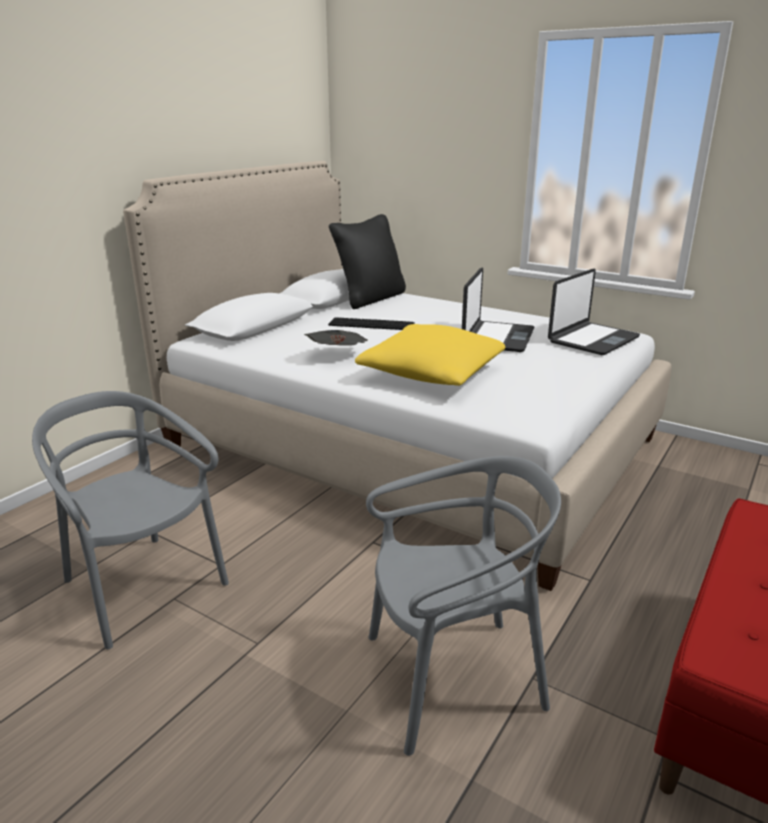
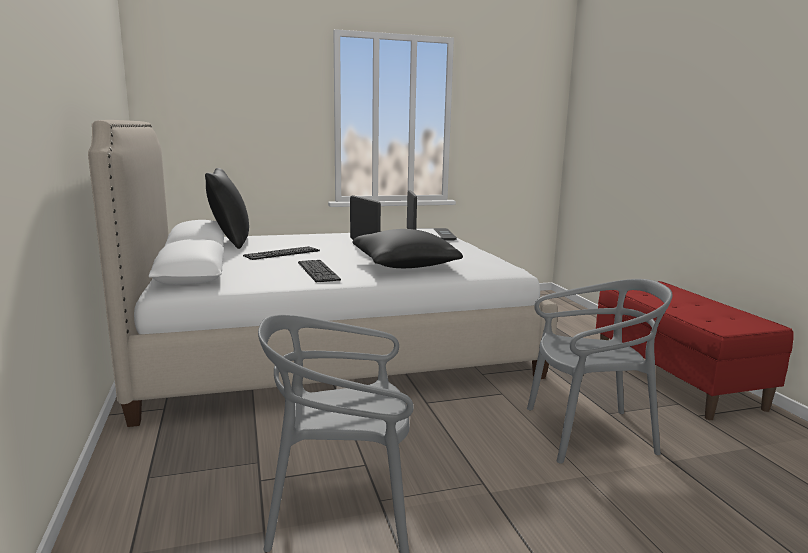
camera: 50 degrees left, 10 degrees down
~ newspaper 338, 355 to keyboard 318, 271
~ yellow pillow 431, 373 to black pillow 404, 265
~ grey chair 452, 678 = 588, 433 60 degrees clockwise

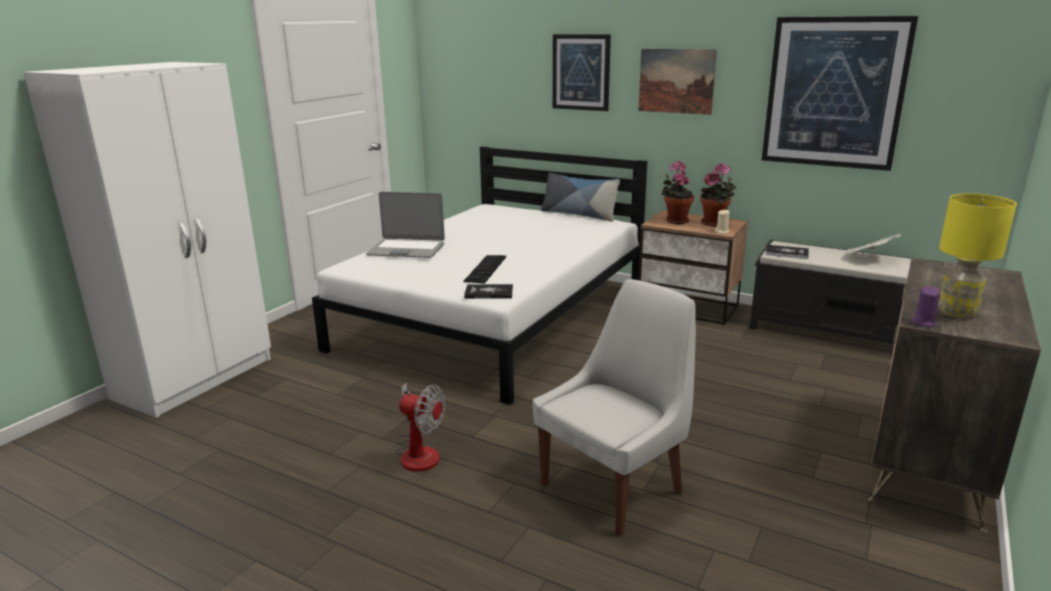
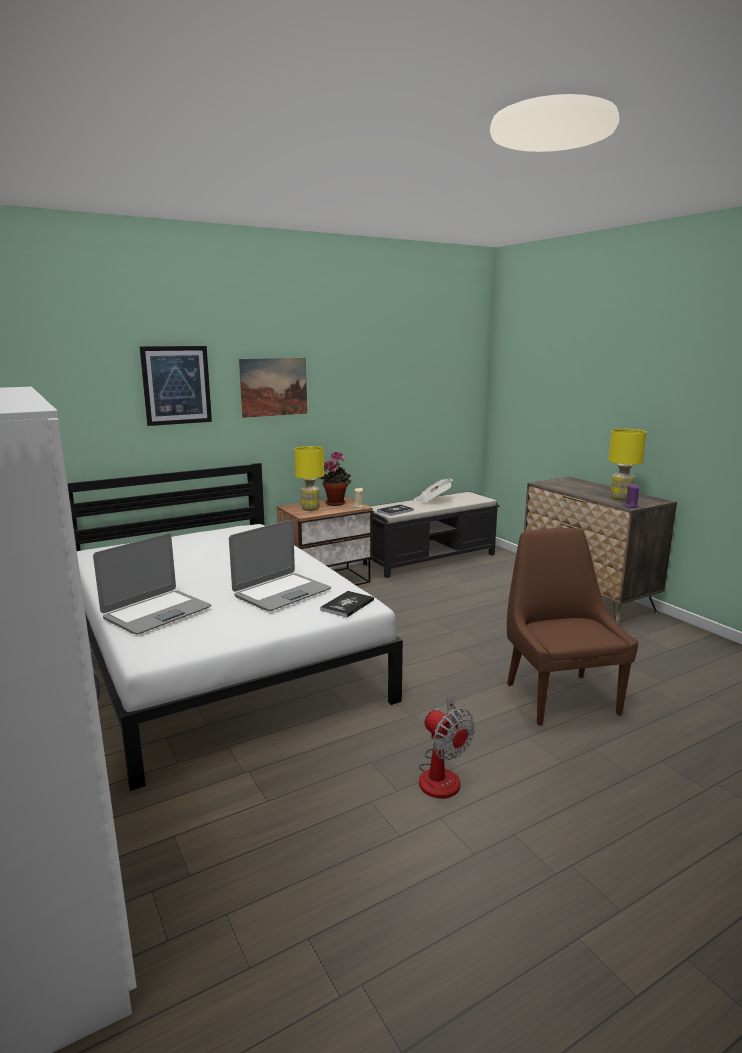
camera: 60 degrees left, 5 degrees down
~ fan 418, 451 = 442, 774 90 degrees clockwise
~ keyboard 485, 268 to laptop 281, 593
~ white chair 615, 486 to brown chair 559, 696
- pillow 579, 214
~ potted plant 675, 220 to yellow table lamp 310, 509
- picture 834, 93

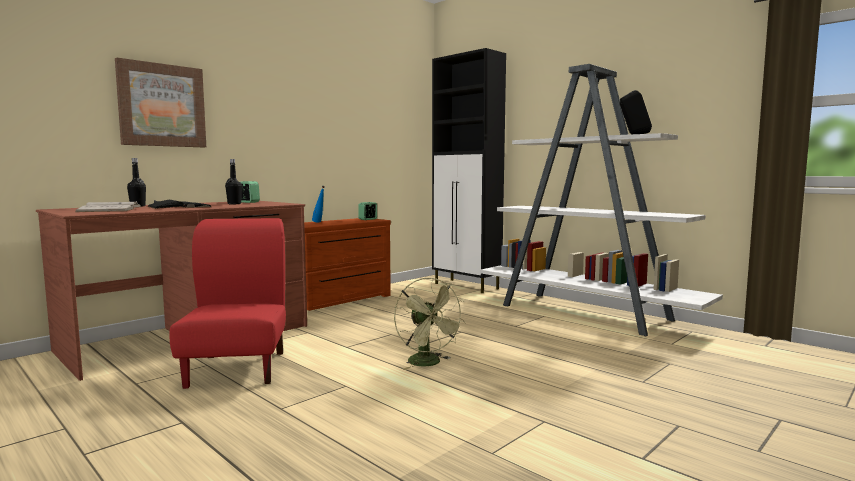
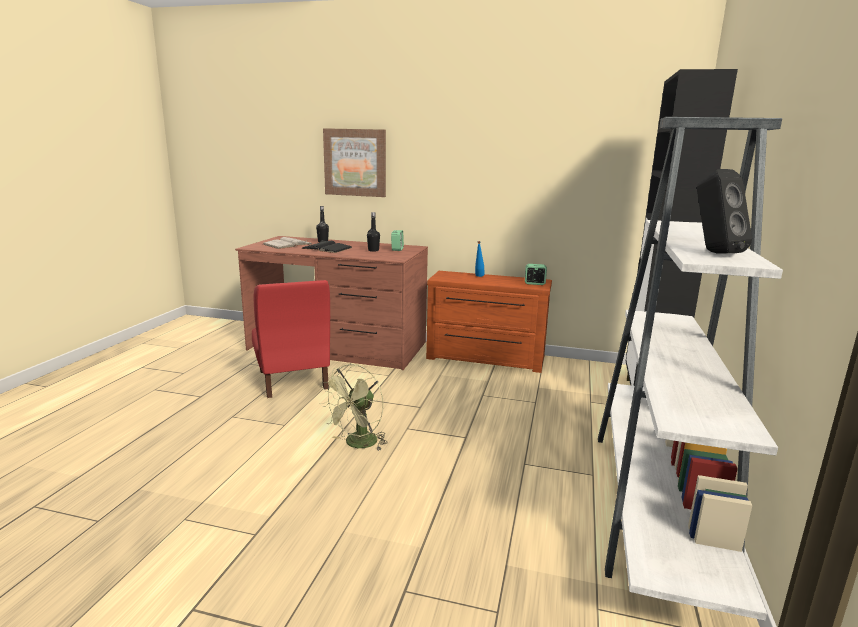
camera: 60 degrees right, 10 degrees up
~ red chair 238, 368 = 293, 380 105 degrees clockwise

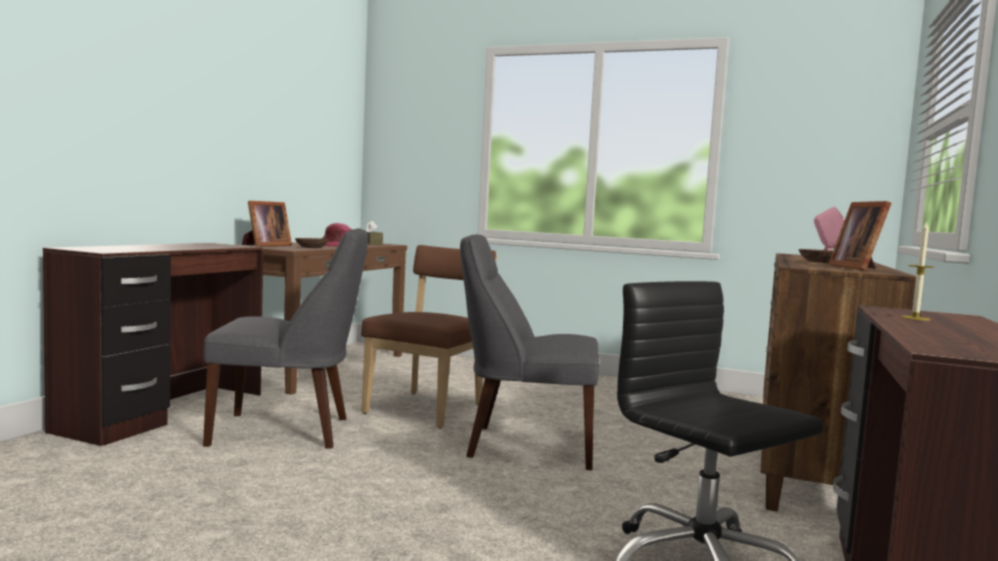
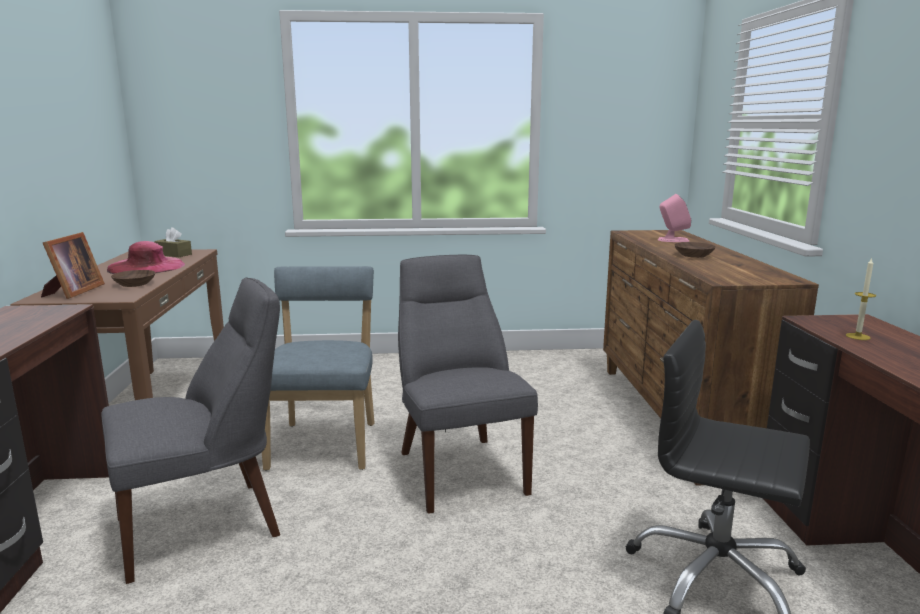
camera: 25 degrees left, 10 degrees up
~ brown chair 428, 408 to blue chair 325, 443
~ grey chair 525, 446 = 459, 469 90 degrees clockwise
- picture frame 859, 268

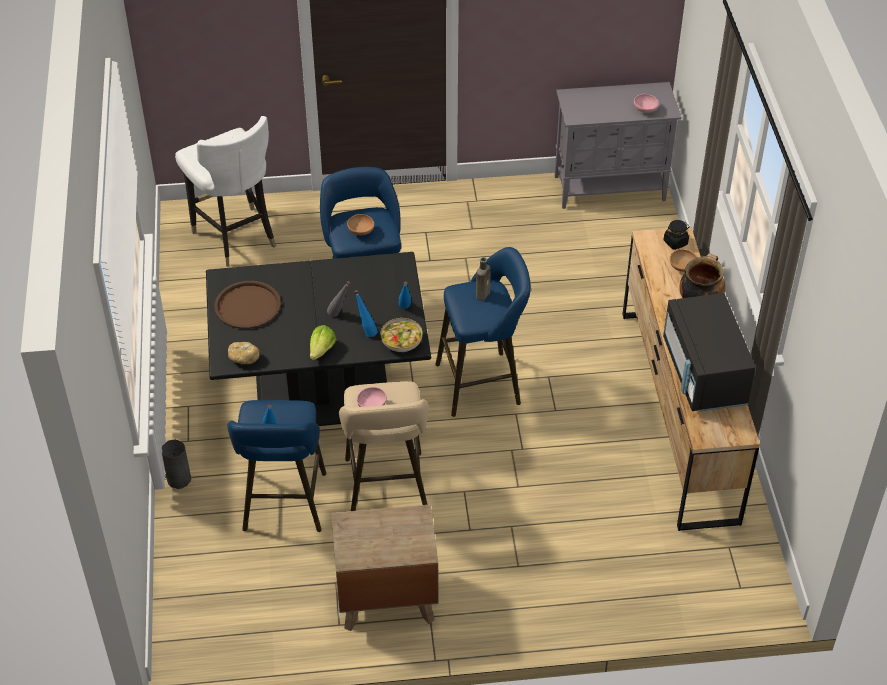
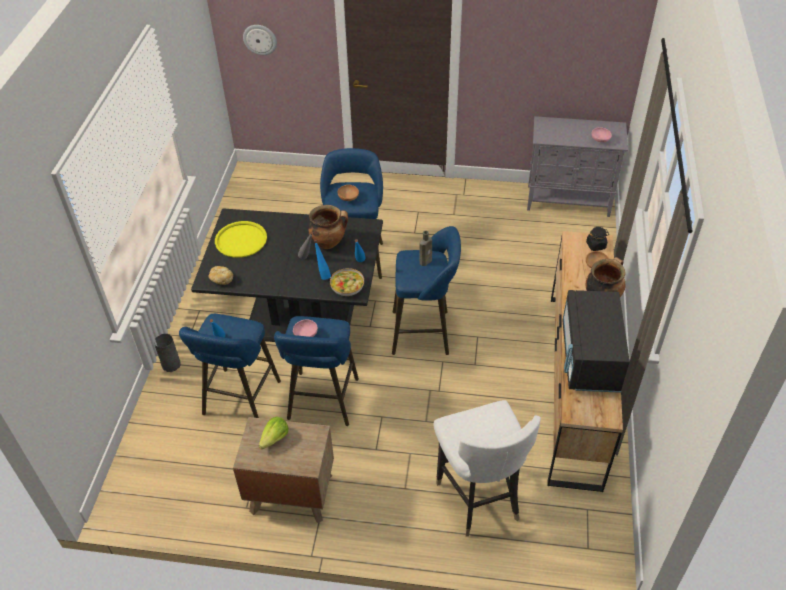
camera: 15 degrees right, 0 degrees up
~ white chair 235, 237 to 478, 498
~ brown tray 247, 306 to yellow tray 241, 240
~ lettuce 322, 350 to 275, 438
~ beige stool 386, 488 to blue stool 322, 402
+ wall clock 260, 39
+ cooking pot 329, 243

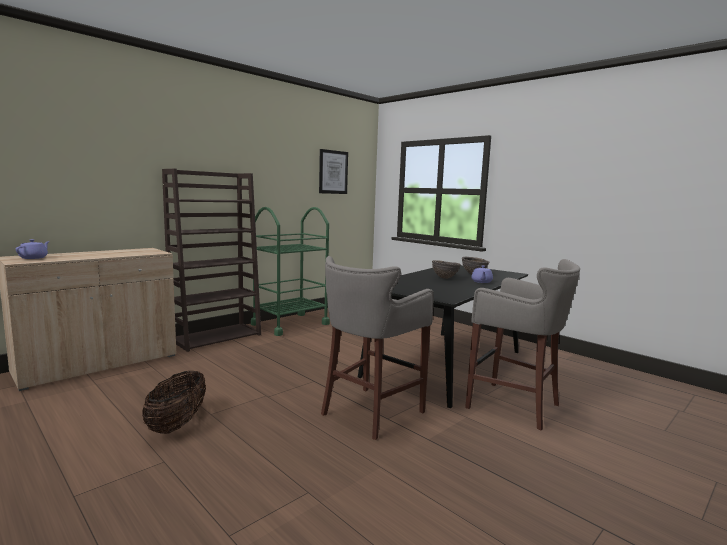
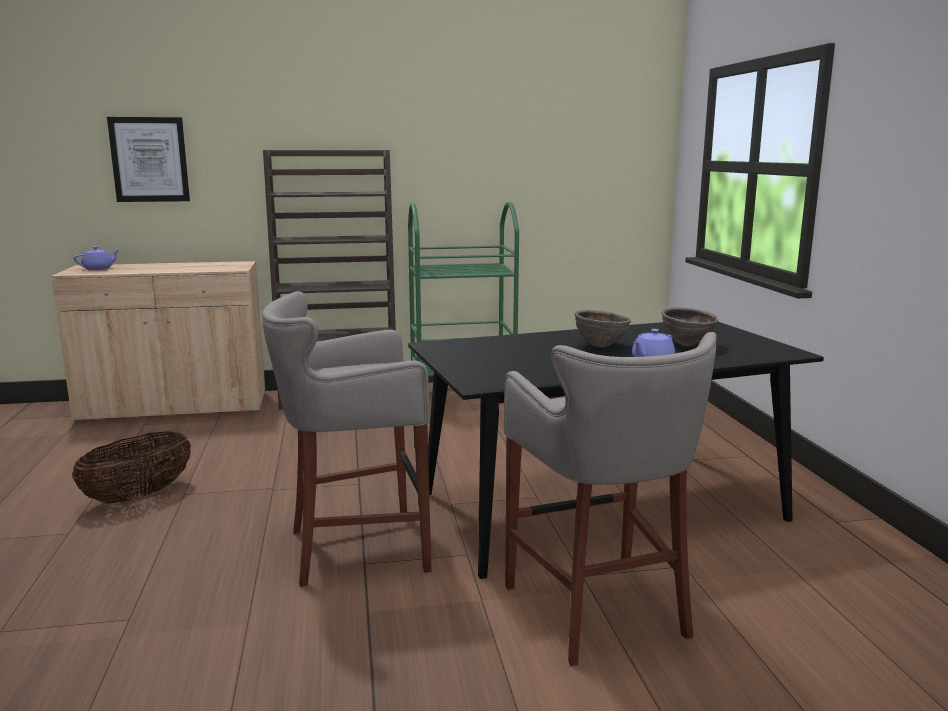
camera: 35 degrees right, 5 degrees up
~ picture 333, 172 to 149, 159

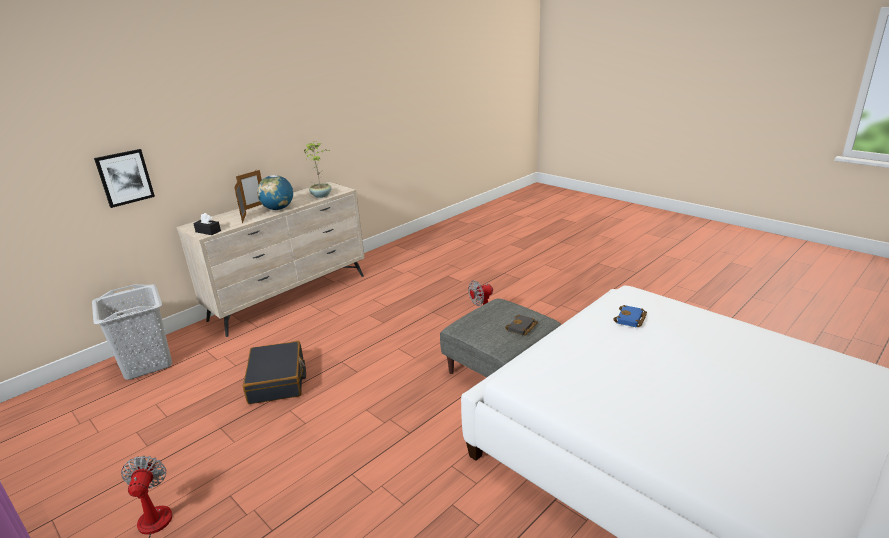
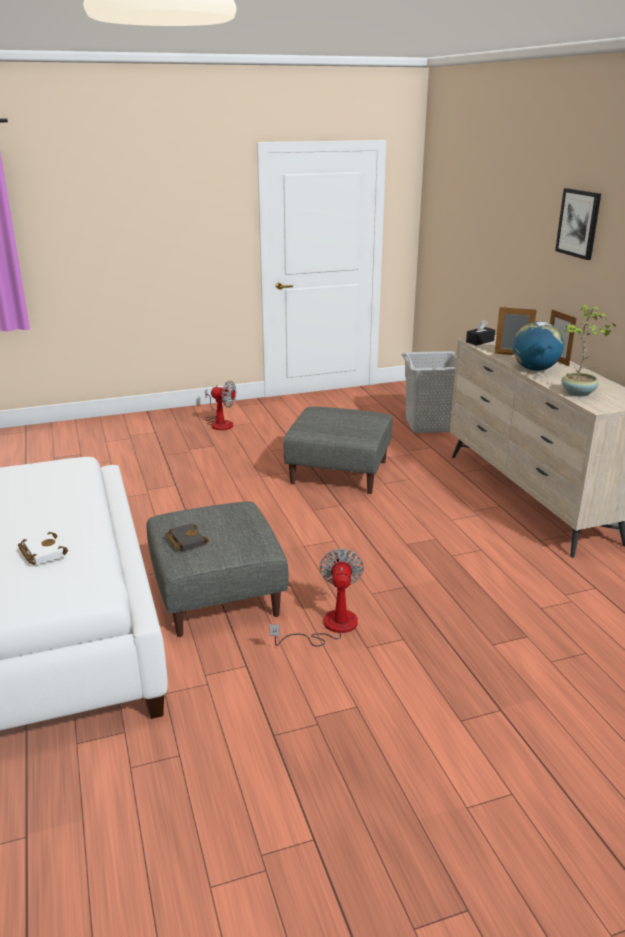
camera: 115 degrees right, 0 degrees up
~ picture 125, 177 to 579, 223
~ black suitcase 277, 381 to grey ottoman 339, 472
~ blue book 631, 319 to white book 41, 552

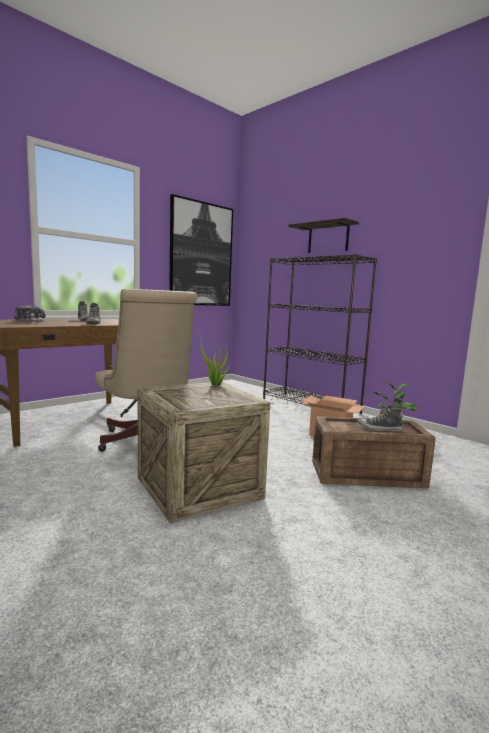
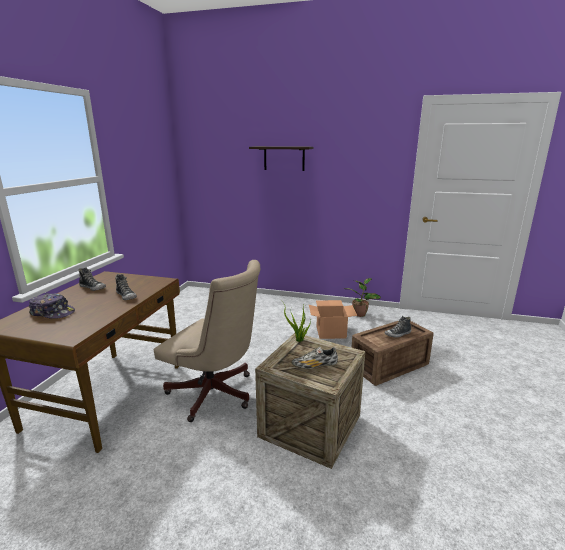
camera: 30 degrees left, 10 degrees up
- picture 201, 254
- black bookcase 310, 406
+ shoe 314, 366

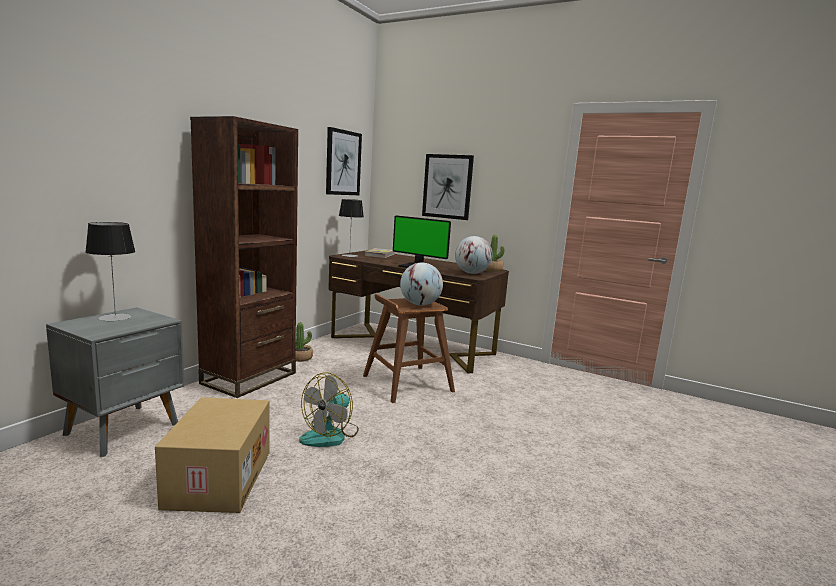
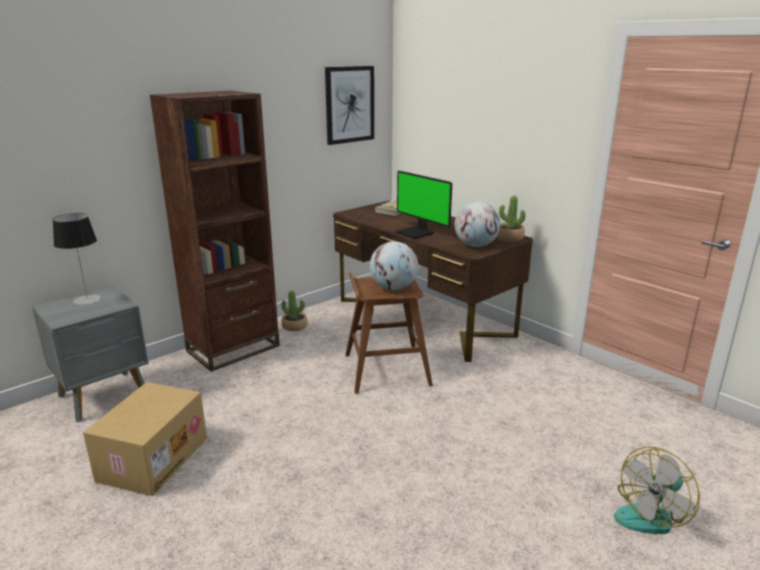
camera: 20 degrees right, 10 degrees up
~ fan 330, 435 to 650, 514
- table lamp 349, 256
- picture 447, 186

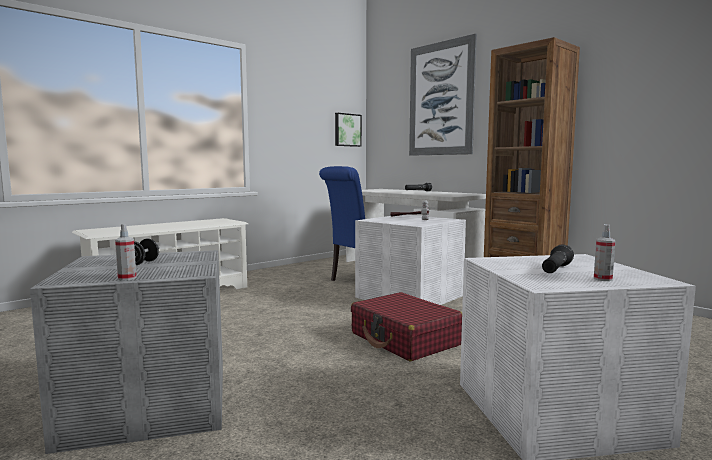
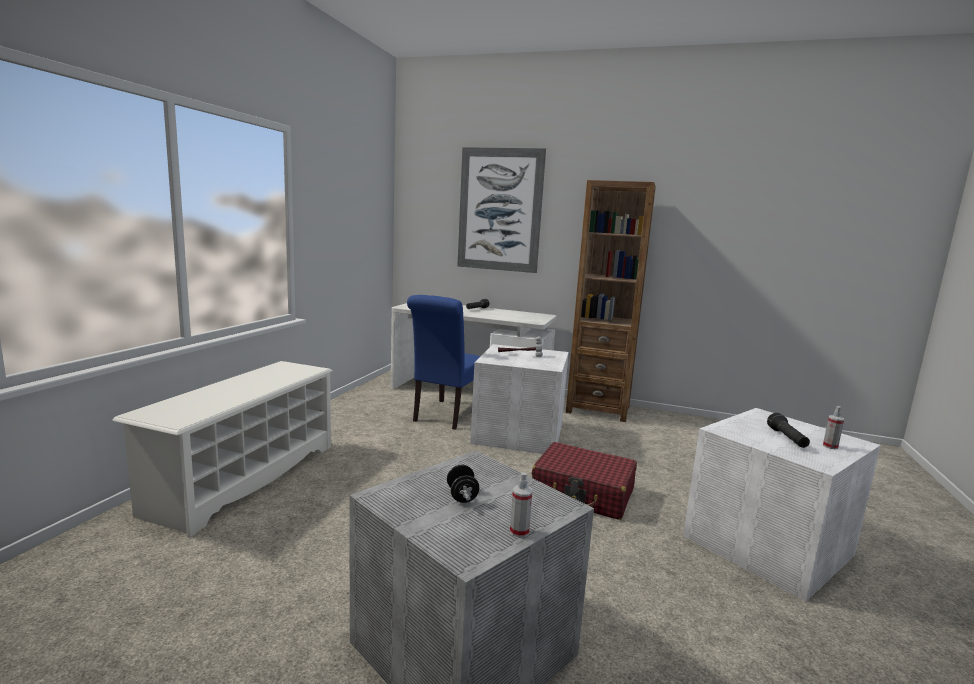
camera: 30 degrees left, 5 degrees up
- picture 347, 130

